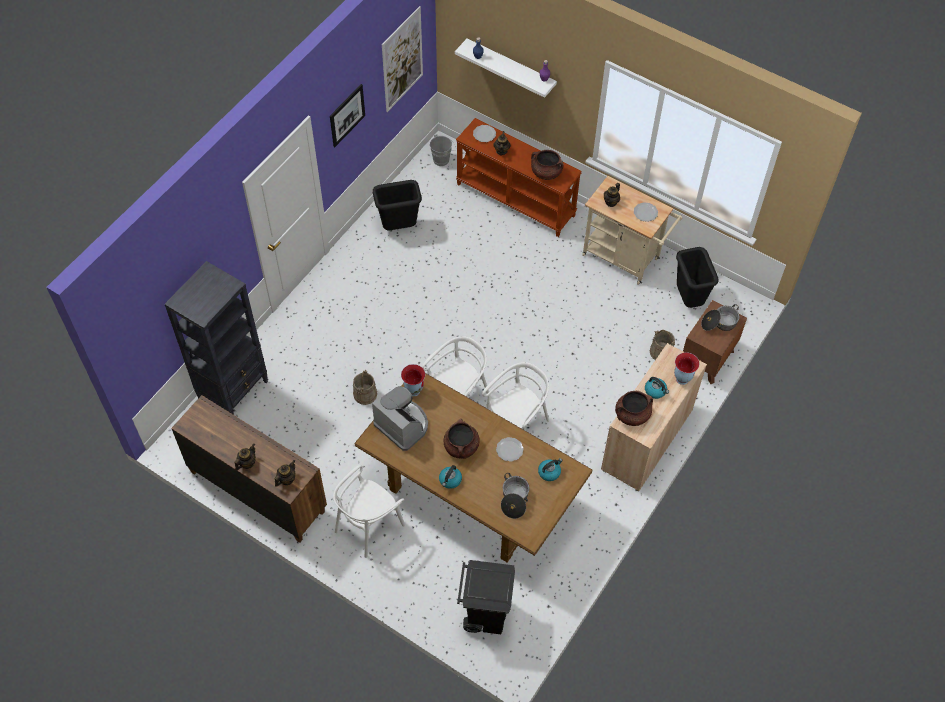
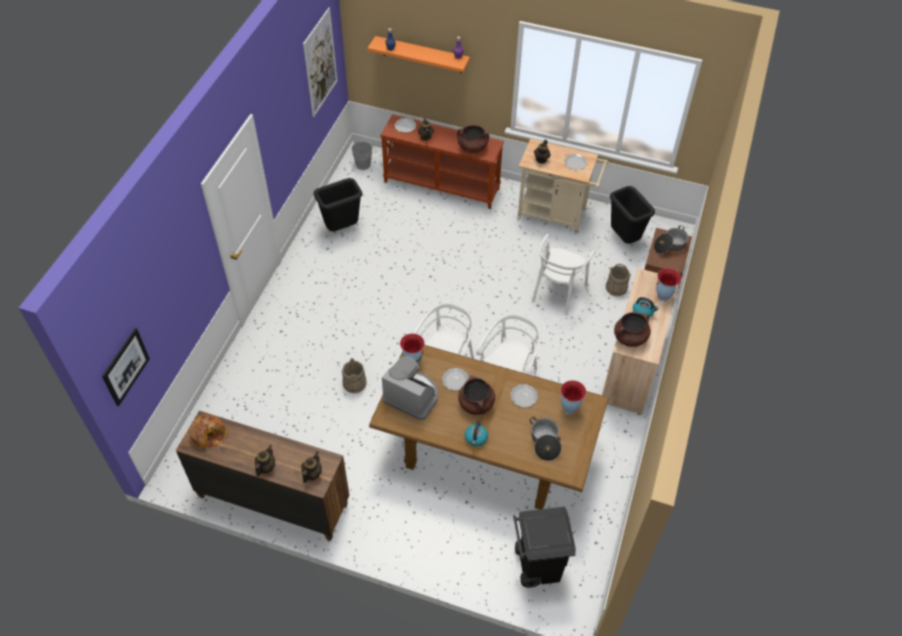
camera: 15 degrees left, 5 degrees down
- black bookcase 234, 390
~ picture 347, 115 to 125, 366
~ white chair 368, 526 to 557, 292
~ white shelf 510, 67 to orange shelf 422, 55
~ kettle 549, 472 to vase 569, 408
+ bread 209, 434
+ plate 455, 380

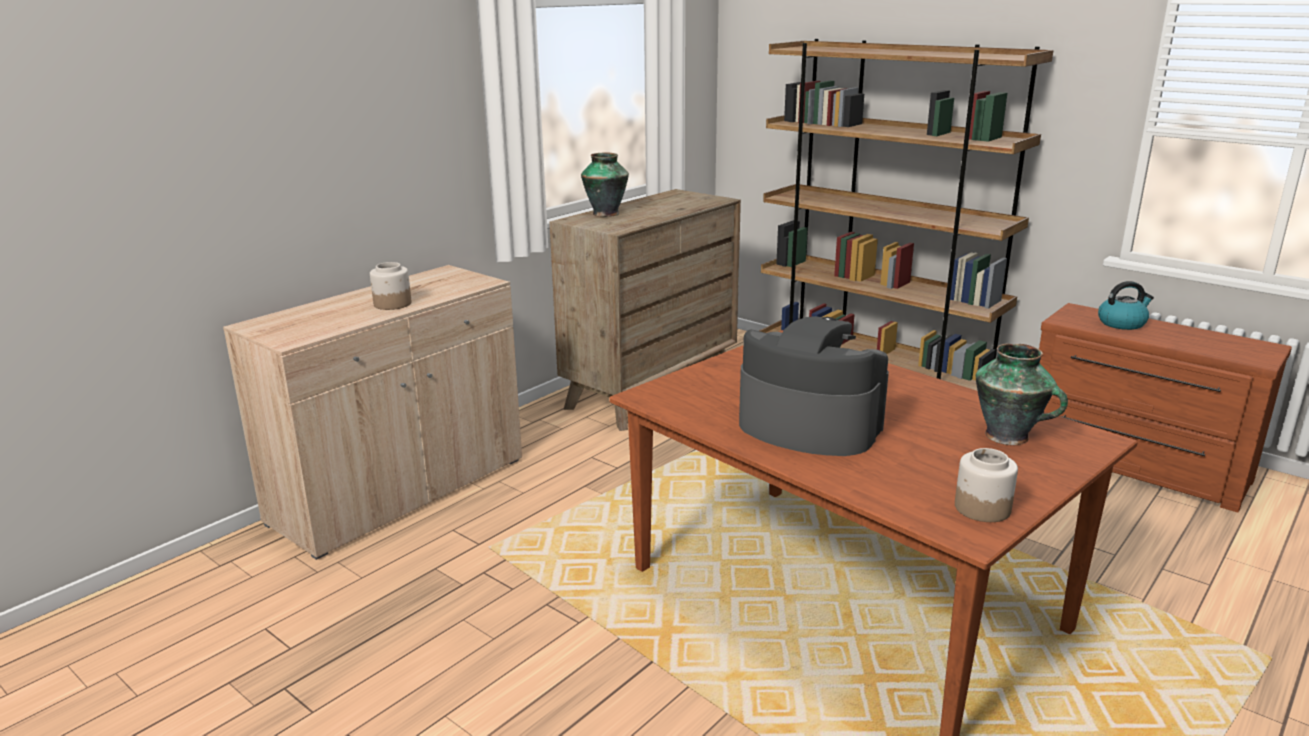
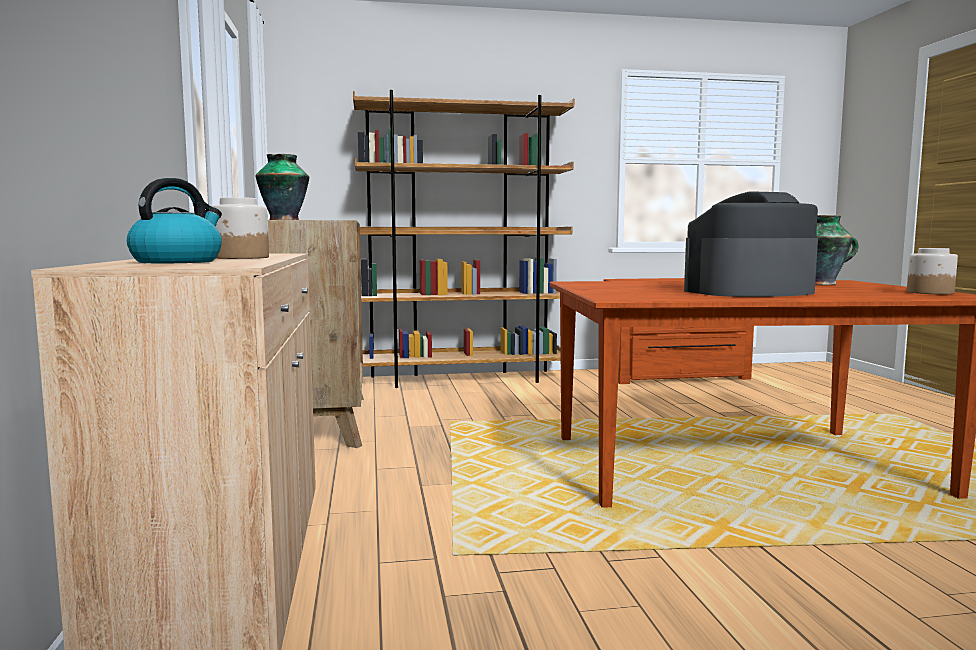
camera: 50 degrees left, 15 degrees down
~ kettle 1122, 323 to 178, 262

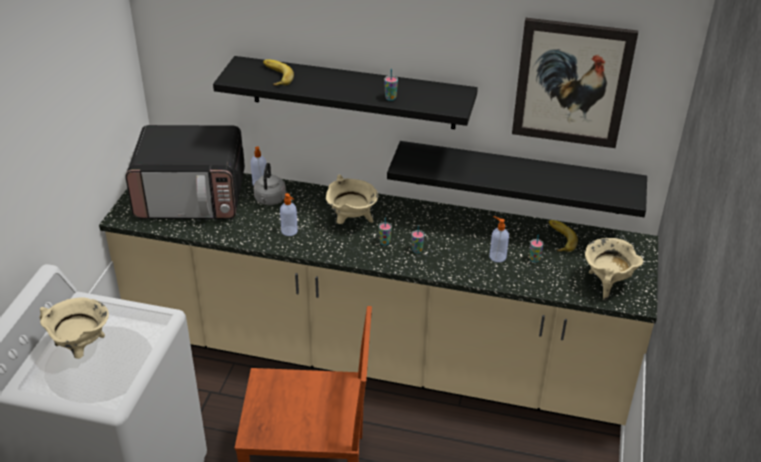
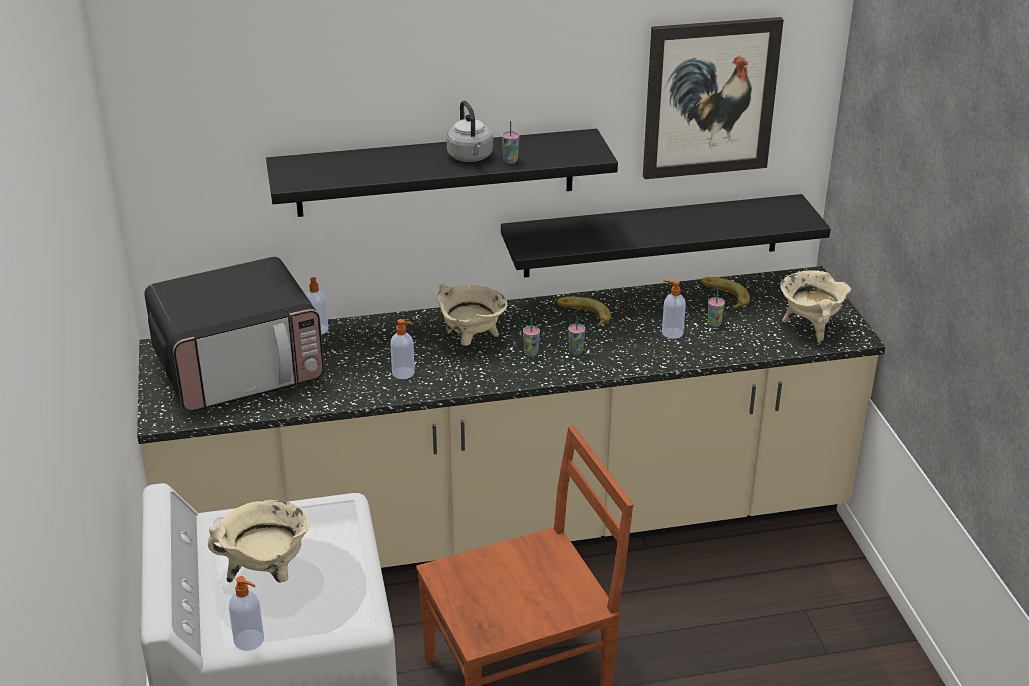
camera: 25 degrees left, 5 degrees down
~ grey kettle 270, 200 to 471, 157
~ banana 274, 76 to 582, 316
+ soap dispenser 250, 641

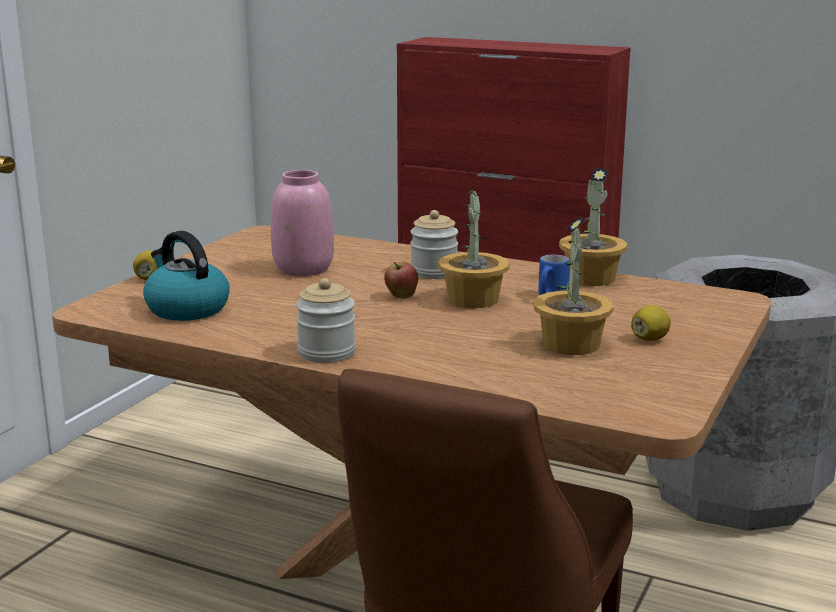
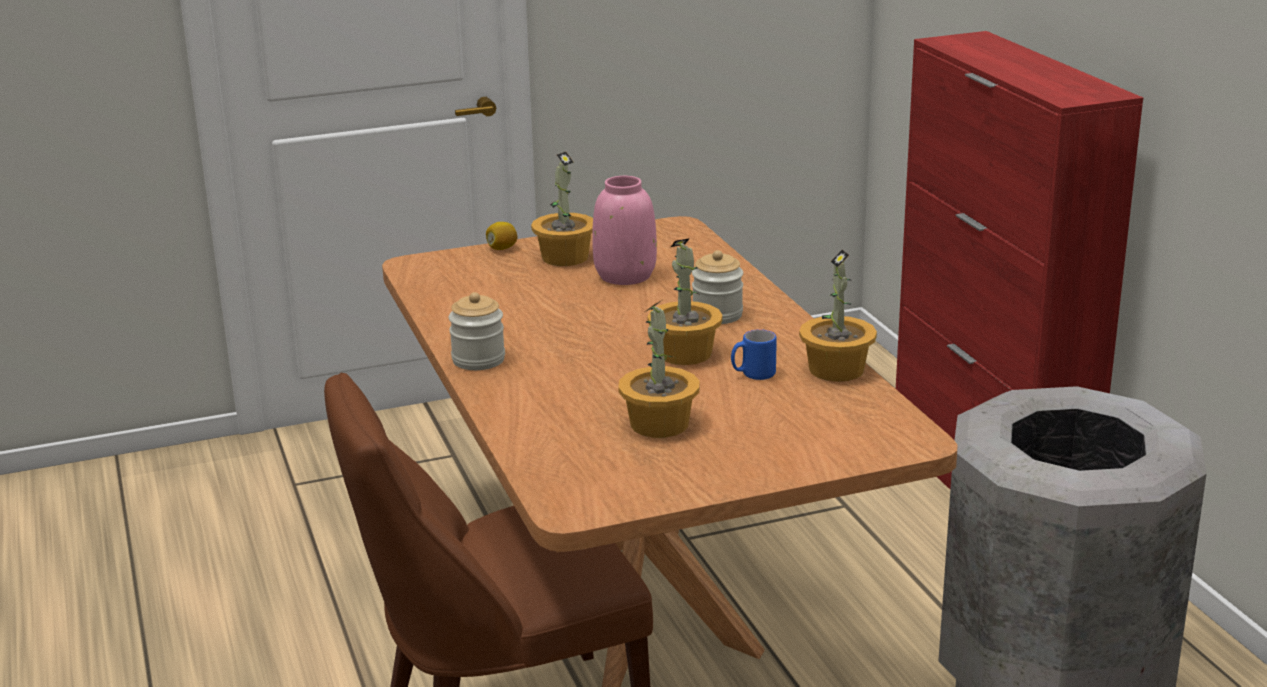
camera: 45 degrees right, 5 degrees up
- kettle 186, 309
- apple 401, 296
- lemon 649, 339
+ potted plant 564, 257

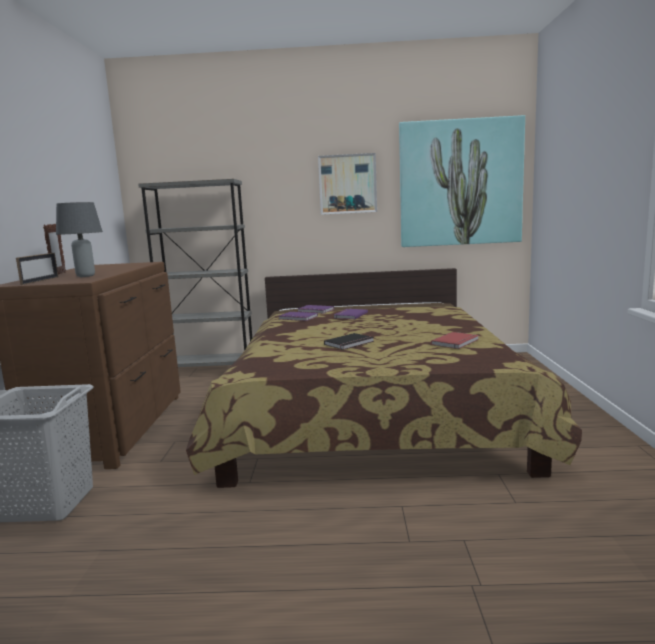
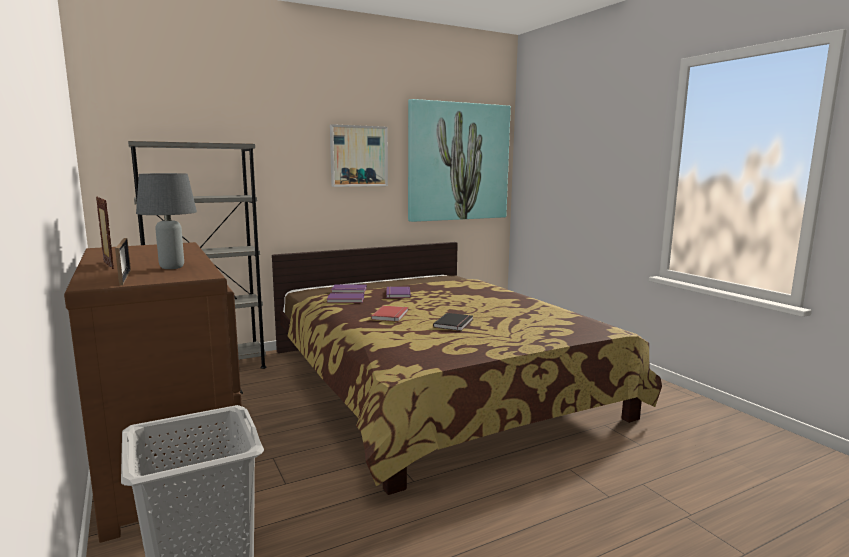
camera: 30 degrees left, 0 degrees up
~ red book 456, 342 to 391, 315

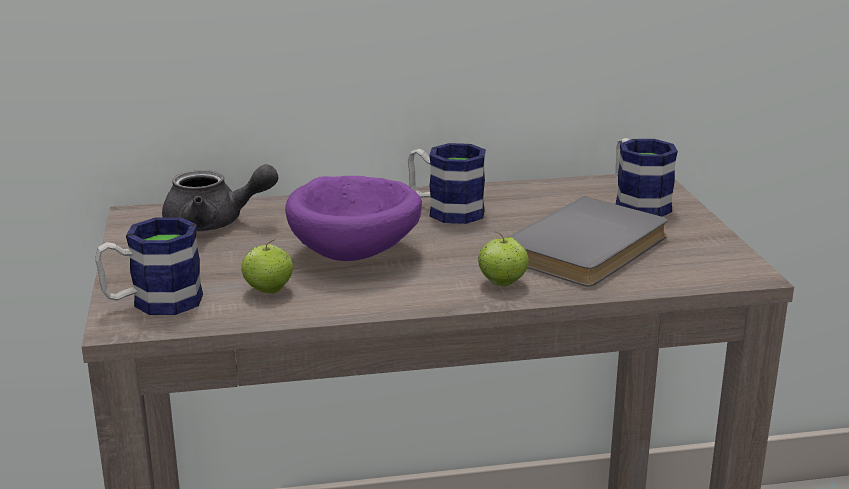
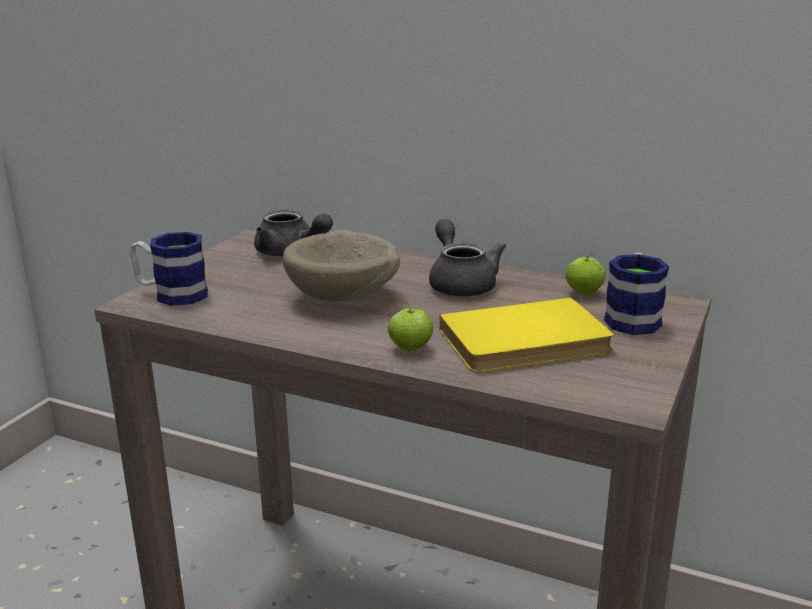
camera: 35 degrees right, 0 degrees up
~ apple 268, 290 to 583, 293
~ purple bowl 357, 253 to beige bowl 345, 298
~ mug 445, 210 to grey teapot 460, 283
~ grey book 590, 248 to yellow book 526, 343

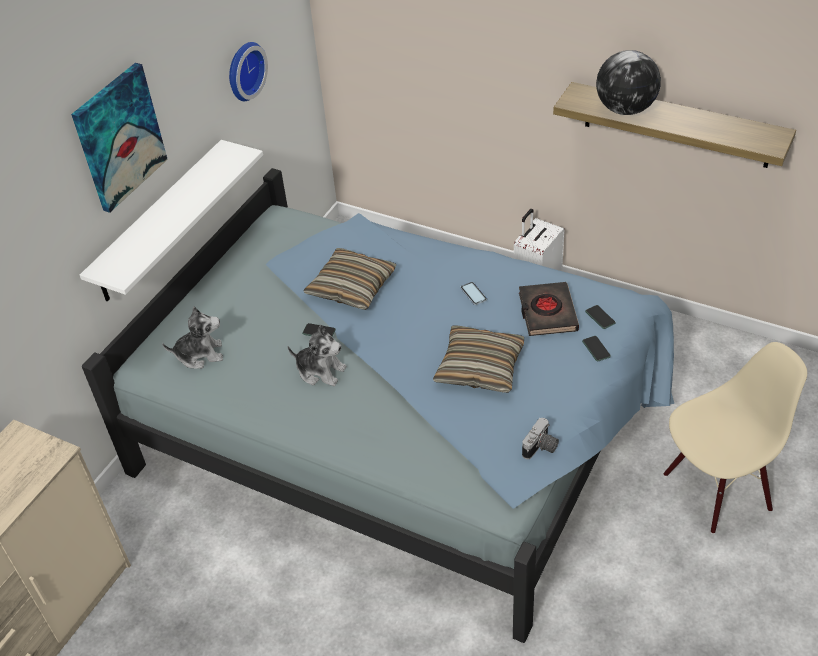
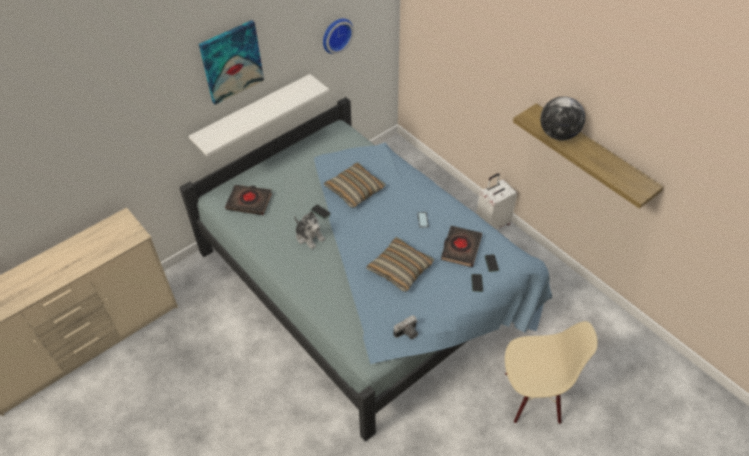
camera: 20 degrees right, 5 degrees up
~ plush toy 200, 355 to black book 249, 202

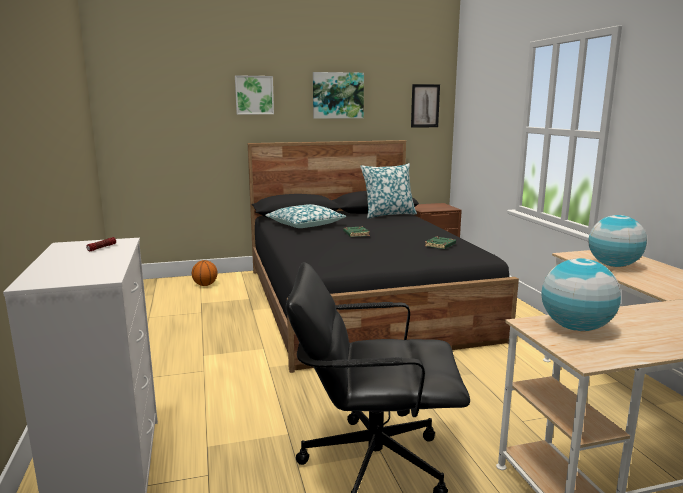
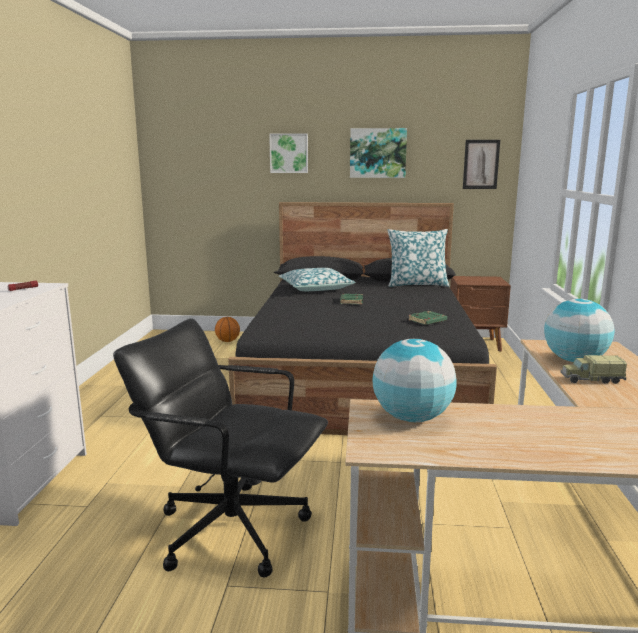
camera: 20 degrees right, 0 degrees up
+ toy truck 591, 380

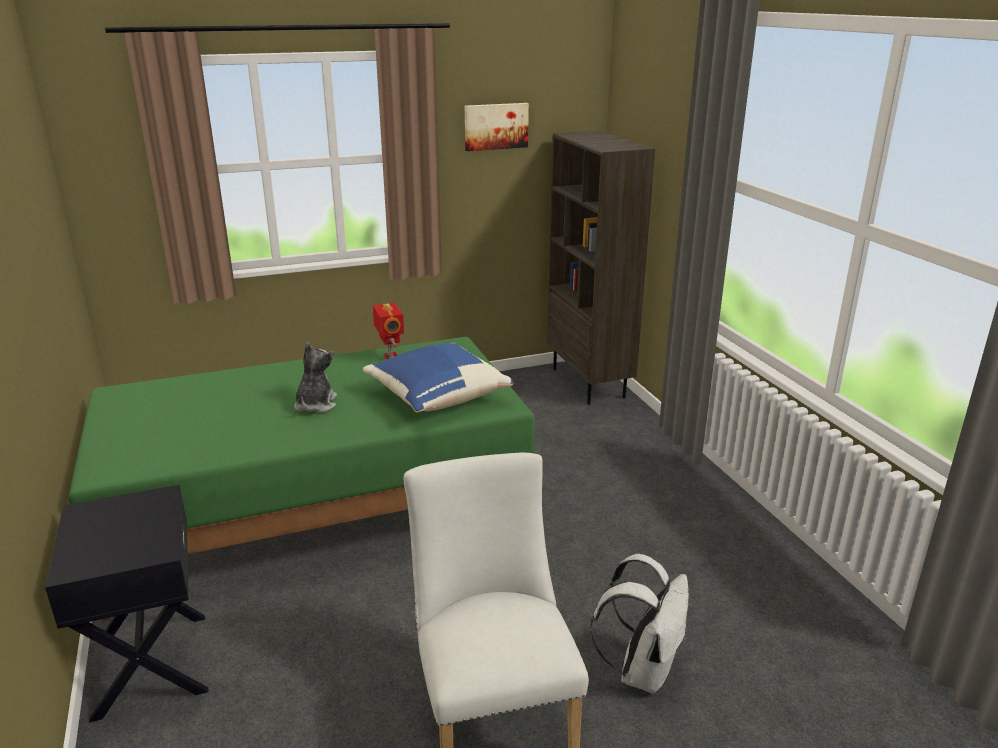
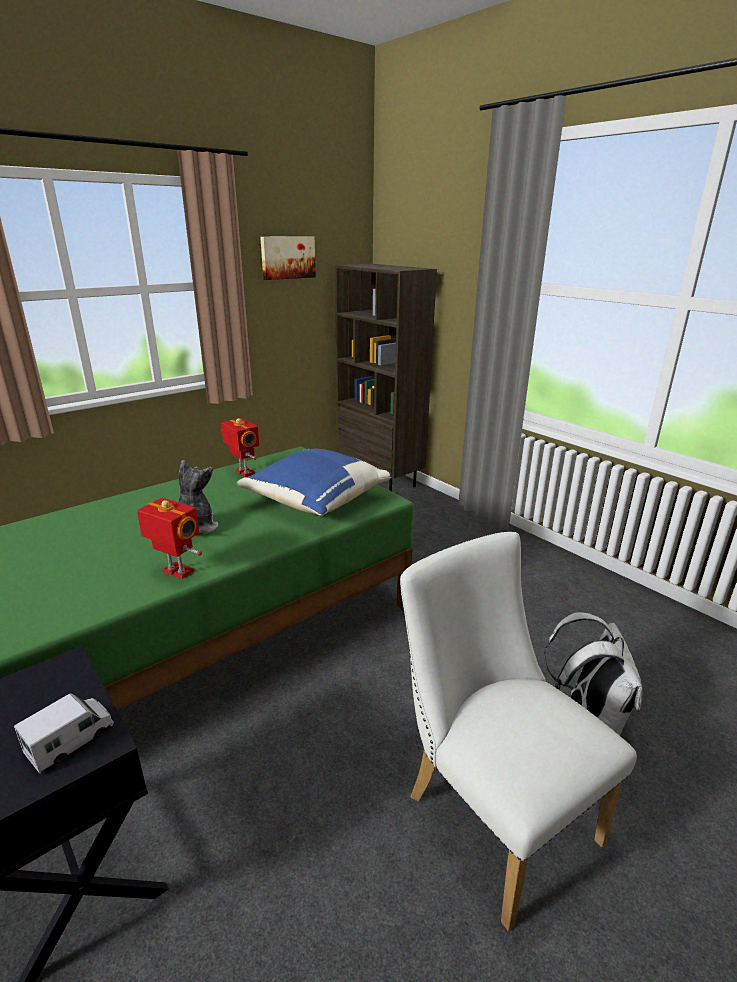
camera: 20 degrees left, 0 degrees up
+ toy truck 70, 741
+ toy robot 177, 572

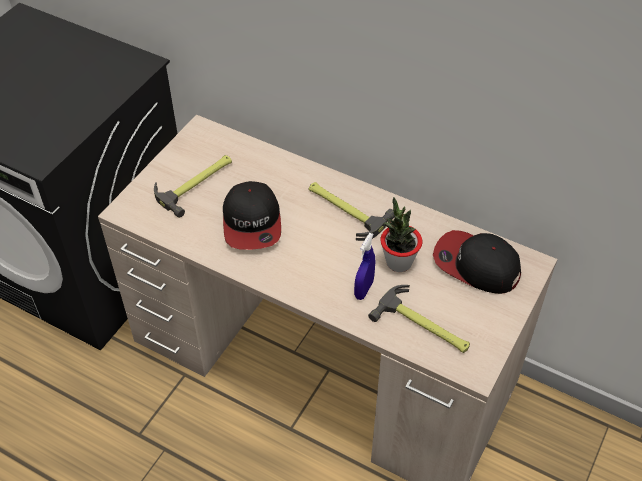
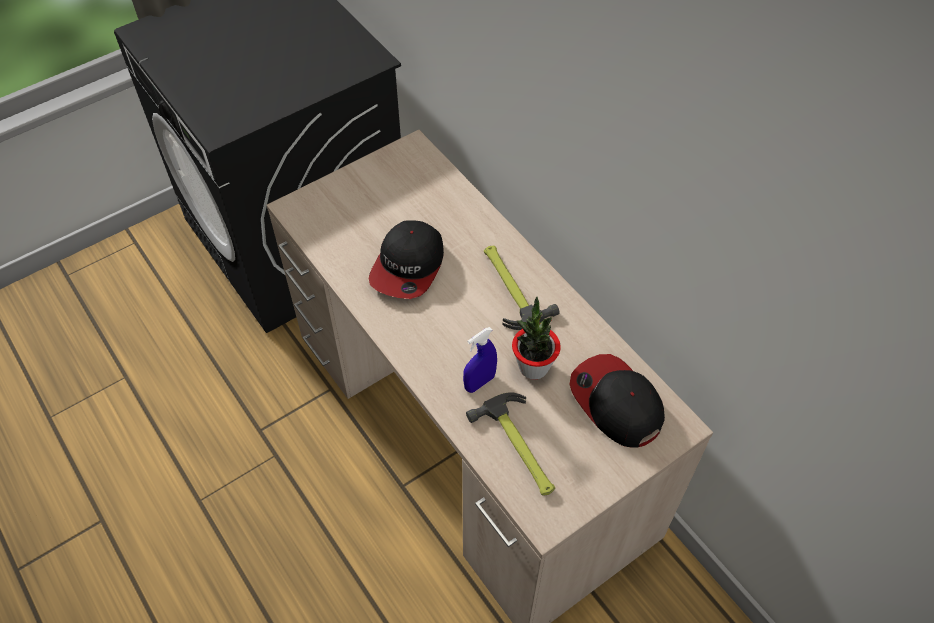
camera: 25 degrees right, 5 degrees up
- hammer 197, 183

